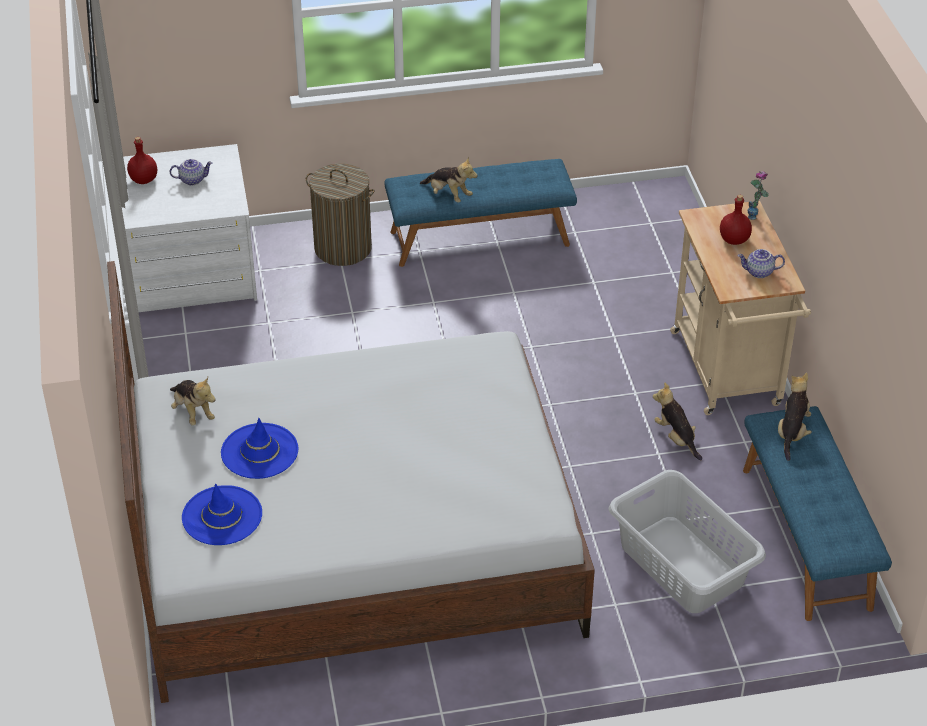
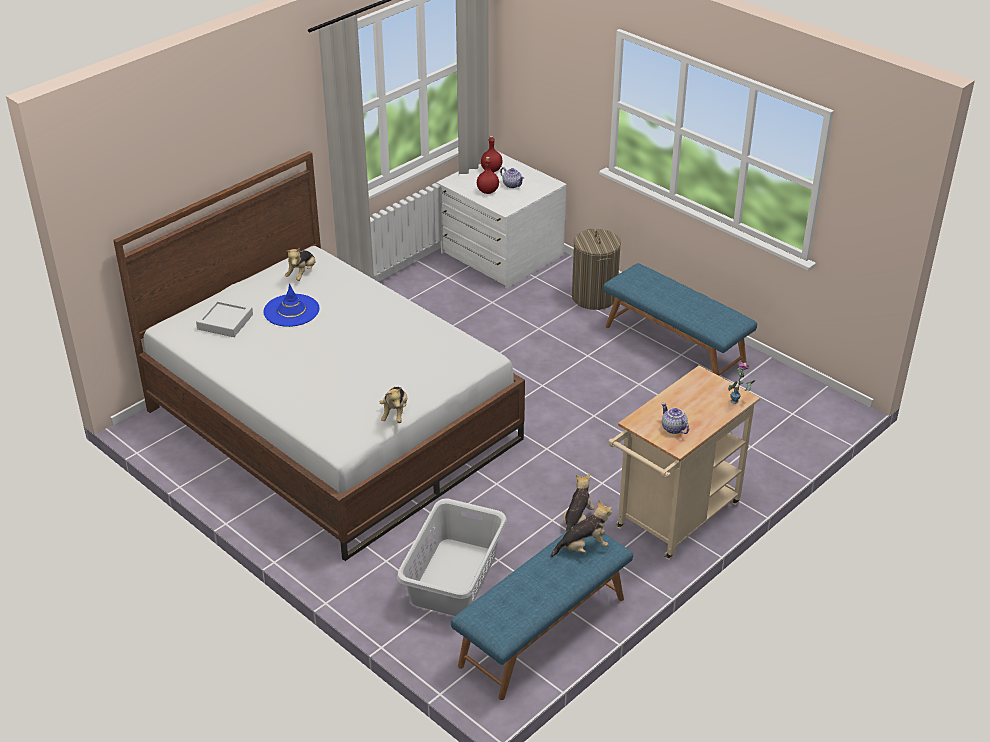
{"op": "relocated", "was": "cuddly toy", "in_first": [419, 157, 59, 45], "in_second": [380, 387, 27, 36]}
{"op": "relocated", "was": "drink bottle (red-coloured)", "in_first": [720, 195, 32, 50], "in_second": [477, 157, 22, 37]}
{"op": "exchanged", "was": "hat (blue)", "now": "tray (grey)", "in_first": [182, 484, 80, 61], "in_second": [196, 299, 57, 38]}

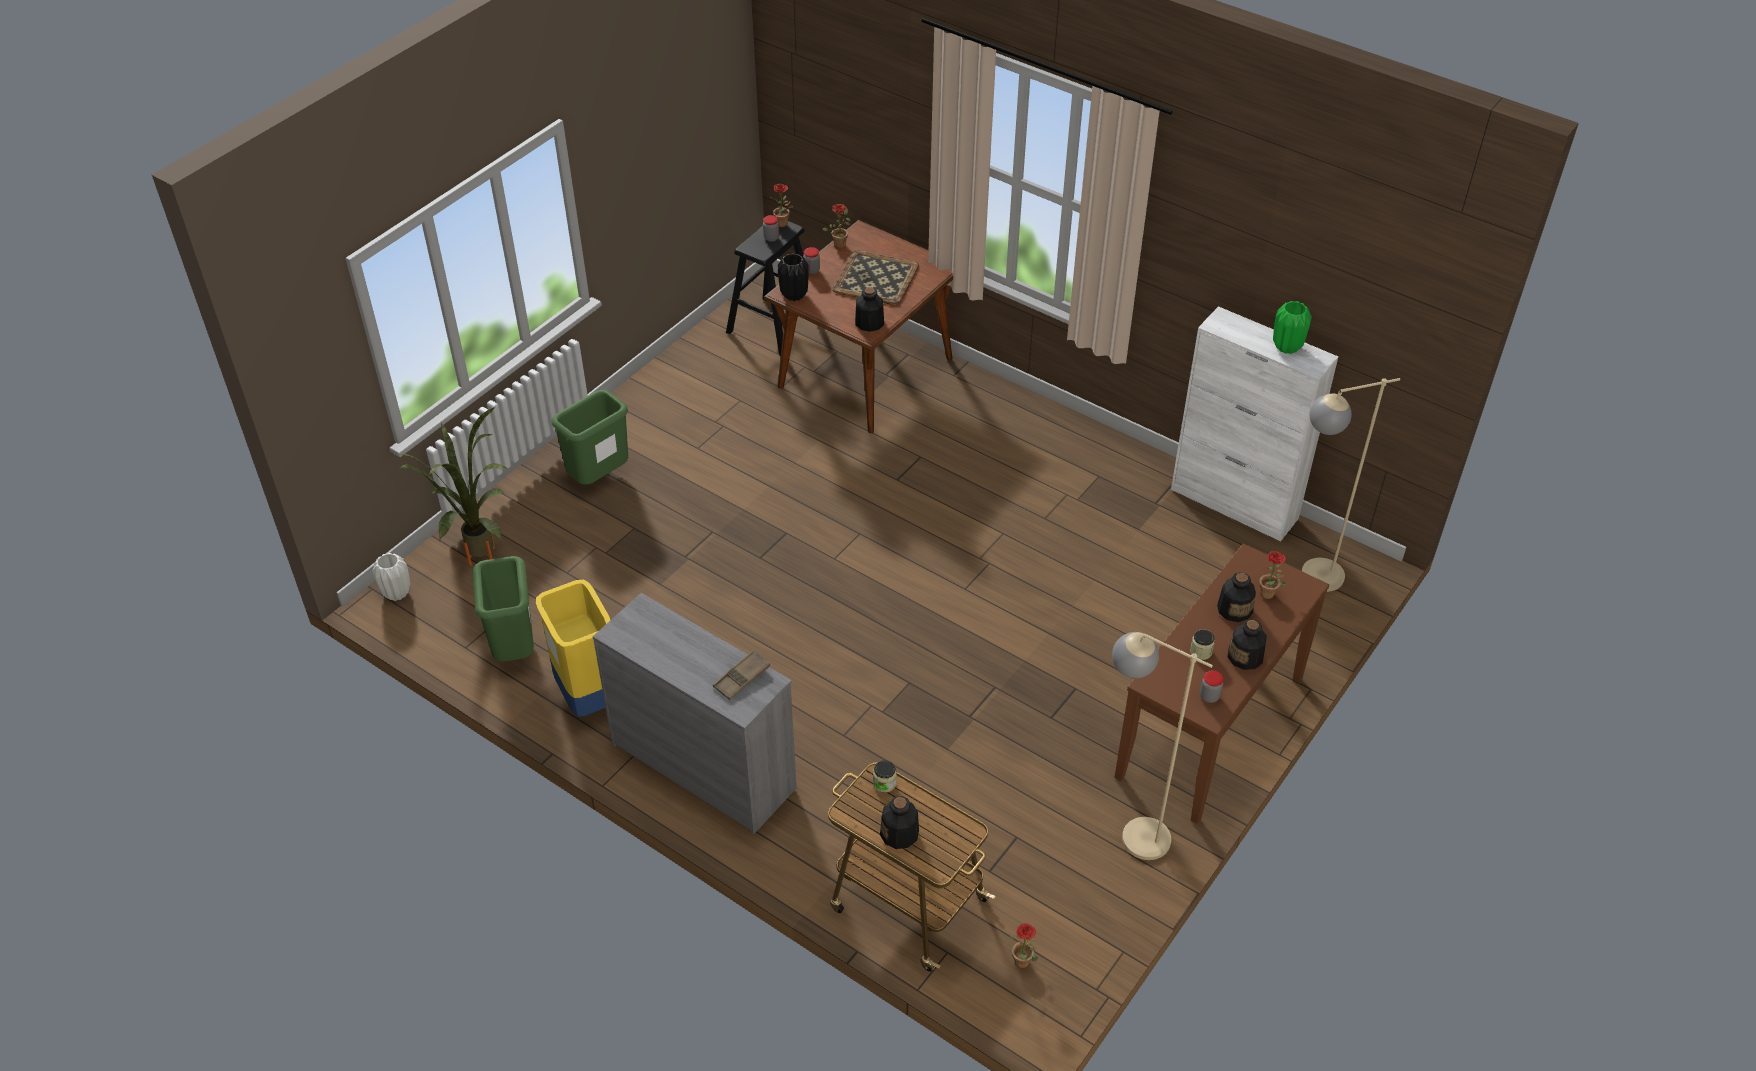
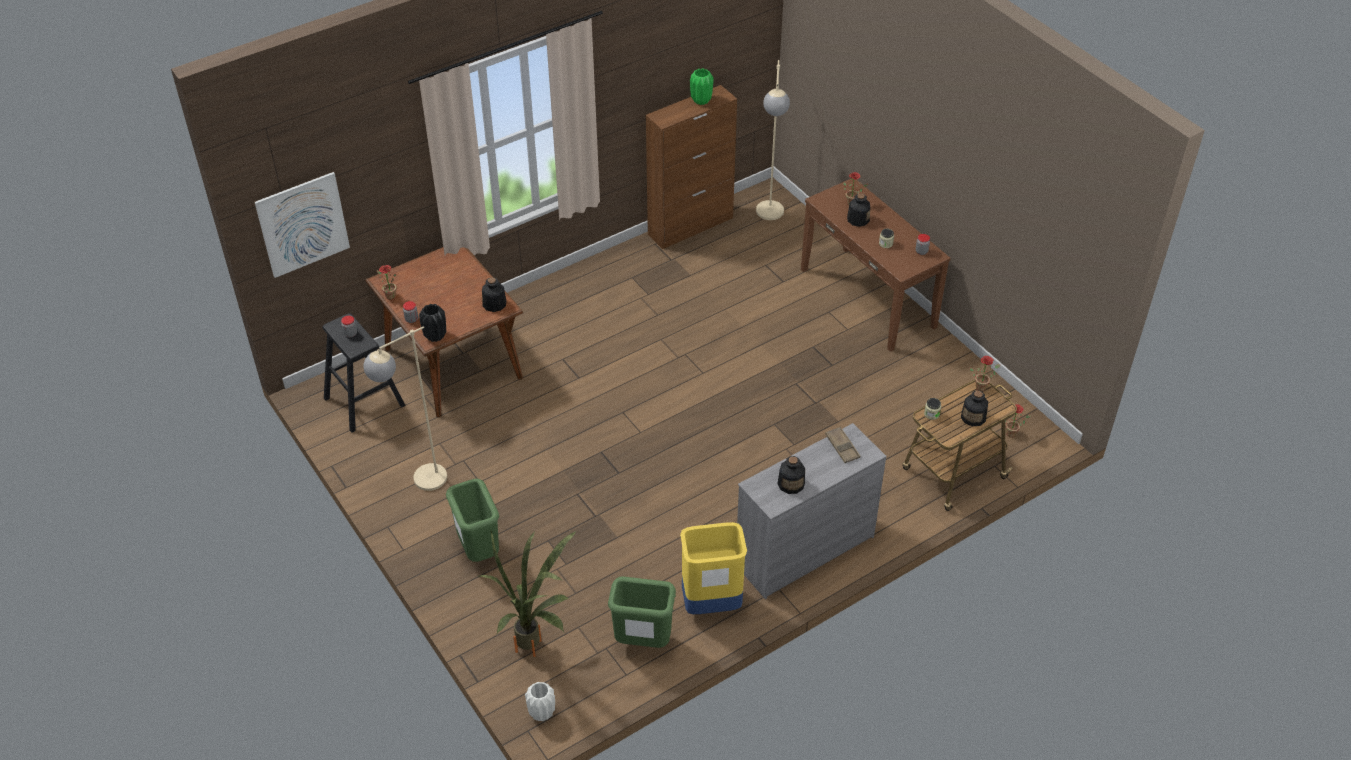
{"op": "relocated", "was": "plant in a pot", "in_first": [771, 184, 22, 43], "in_second": [970, 356, 30, 35]}
{"op": "missing", "was": "tray", "in_first": [832, 250, 87, 55]}
{"op": "colour", "was": "cabinet (white-coloured)", "now": "cabinet (brown)", "in_first": [1171, 306, 167, 235], "in_second": [646, 85, 91, 164]}
{"op": "relocated", "was": "drink bottle", "in_first": [1227, 619, 40, 51], "in_second": [778, 456, 27, 38]}
{"op": "relocated", "was": "floor lamp (beige-coloured)", "in_first": [1112, 632, 101, 228], "in_second": [364, 326, 83, 165]}
{"op": "appeared", "now": "wall art", "in_second": [255, 172, 95, 106]}

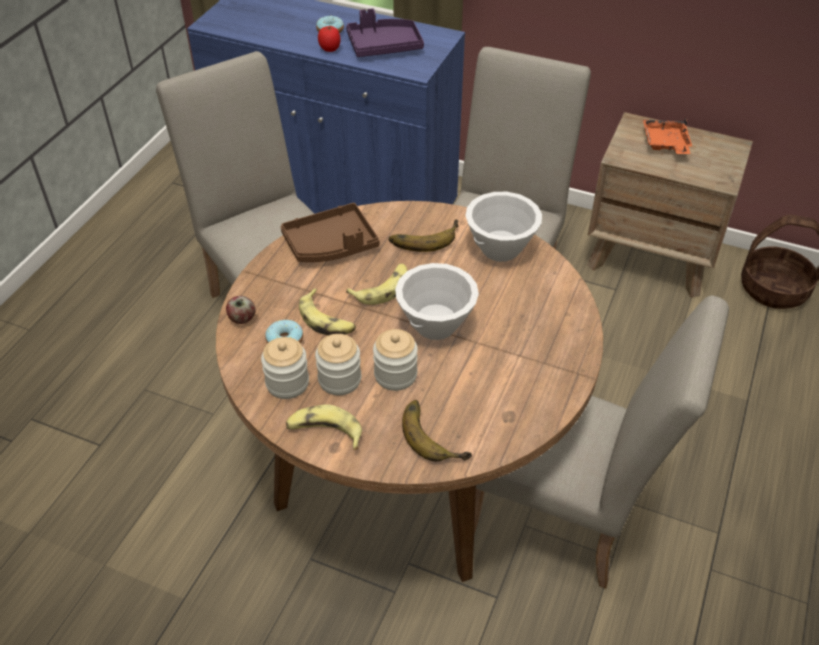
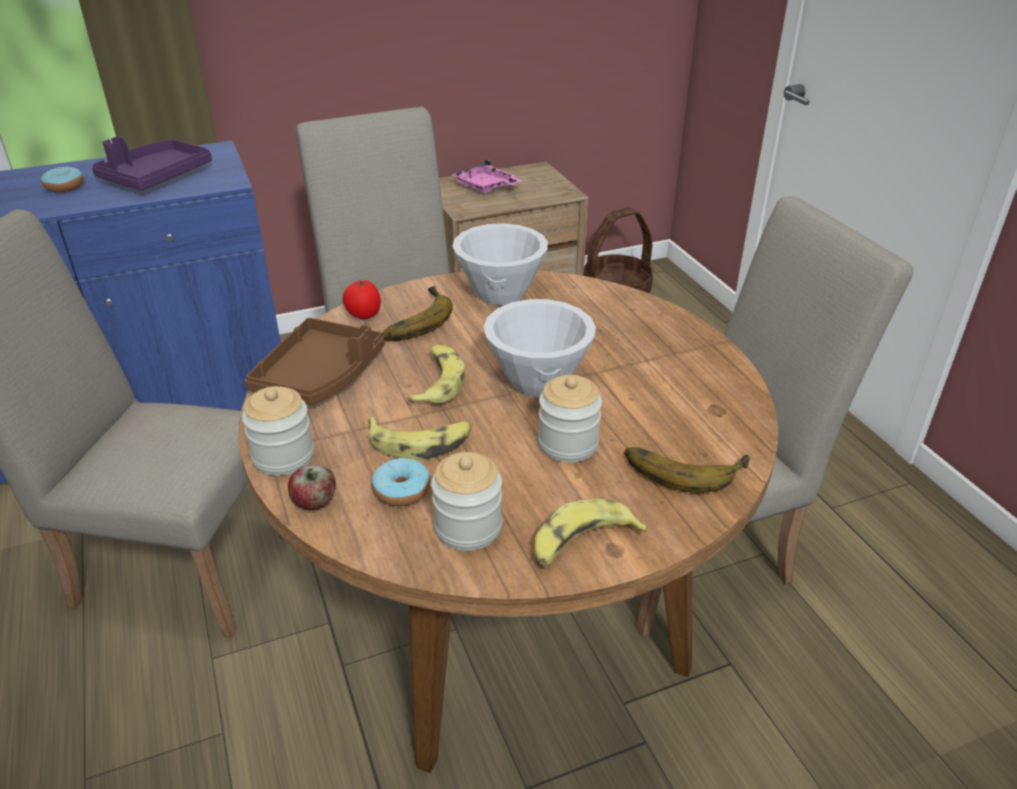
{"op": "relocated", "was": "whole tomato", "in_first": [318, 26, 22, 26], "in_second": [343, 280, 38, 39]}
{"op": "colour", "was": "tray (orange-coloured)", "now": "tray (pink-coloured)", "in_first": [643, 118, 49, 36], "in_second": [451, 159, 71, 34]}
{"op": "relocated", "was": "preserve jar", "in_first": [315, 334, 46, 61], "in_second": [242, 386, 72, 90]}

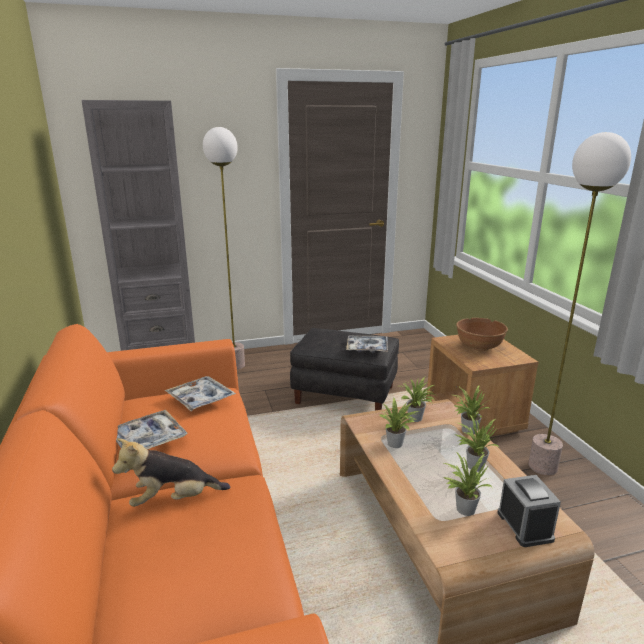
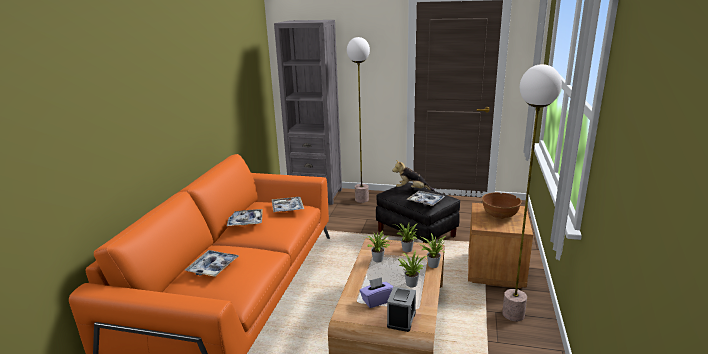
{"op": "relocated", "was": "cuddly toy", "in_first": [112, 438, 118, 69], "in_second": [392, 160, 43, 31]}
{"op": "exchanged", "was": "plant in a pot", "now": "tissue box (purple)", "in_first": [443, 452, 50, 64], "in_second": [359, 277, 35, 31]}
{"op": "appeared", "now": "tray", "in_second": [184, 250, 55, 27]}

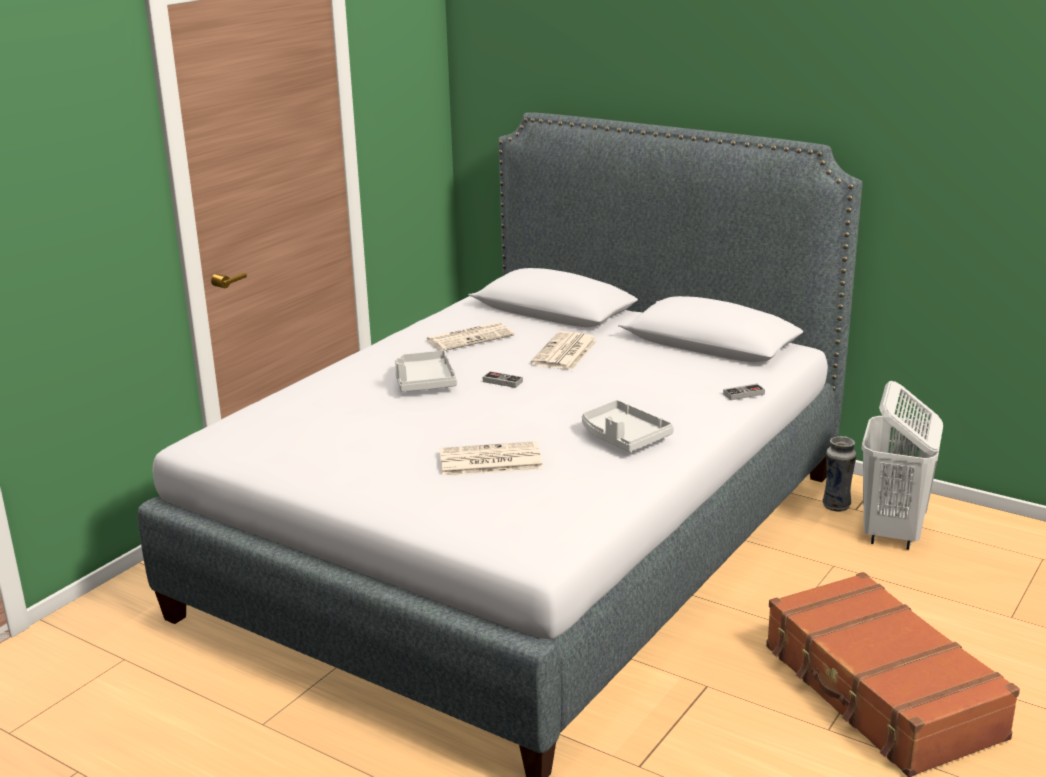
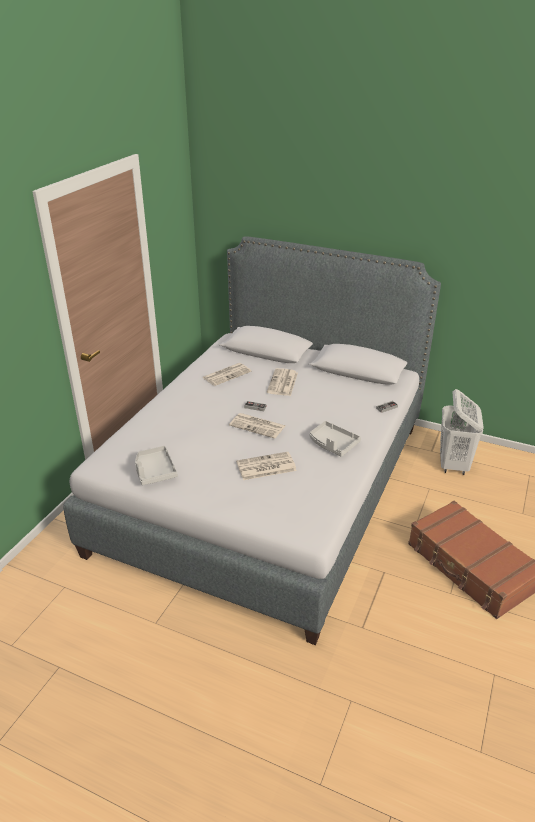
{"op": "relocated", "was": "tray (grey)", "in_first": [395, 350, 62, 42], "in_second": [135, 446, 43, 39]}
{"op": "missing", "was": "decorative vase", "in_first": [822, 436, 34, 76]}
{"op": "appeared", "now": "printed paper", "in_second": [229, 413, 56, 26]}

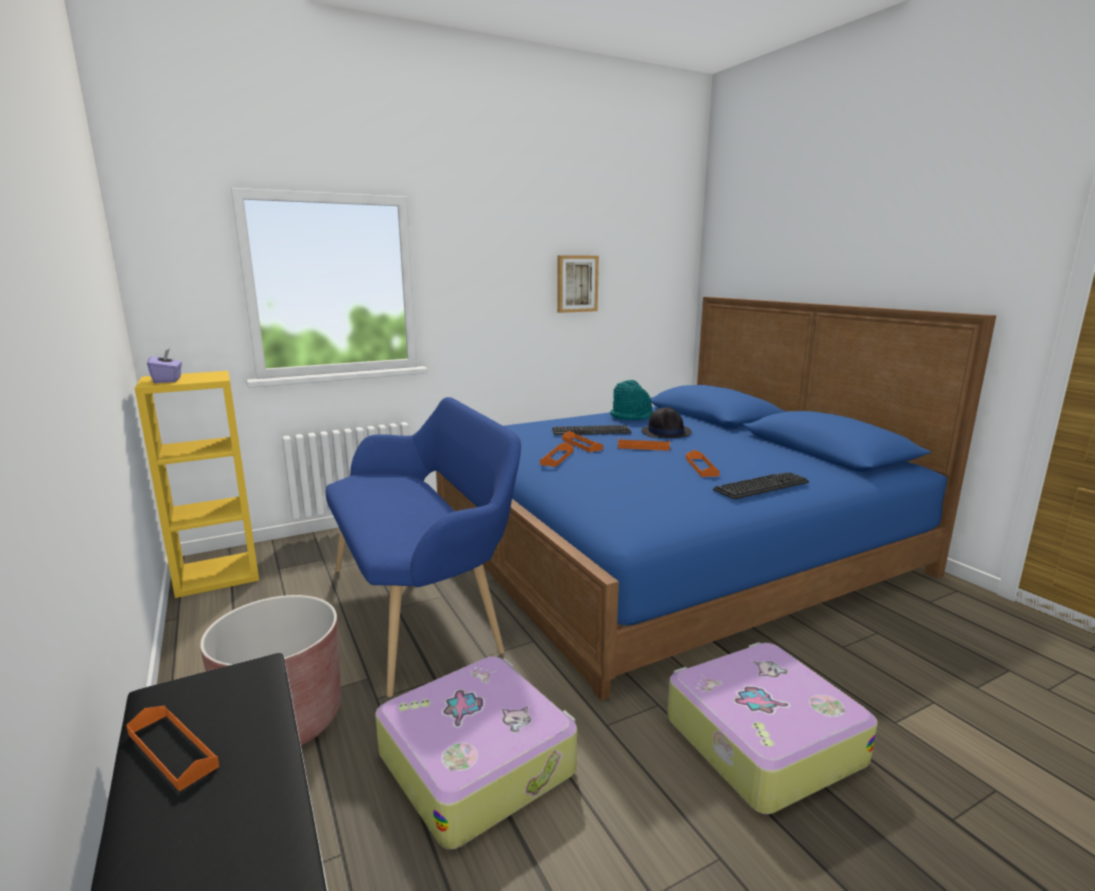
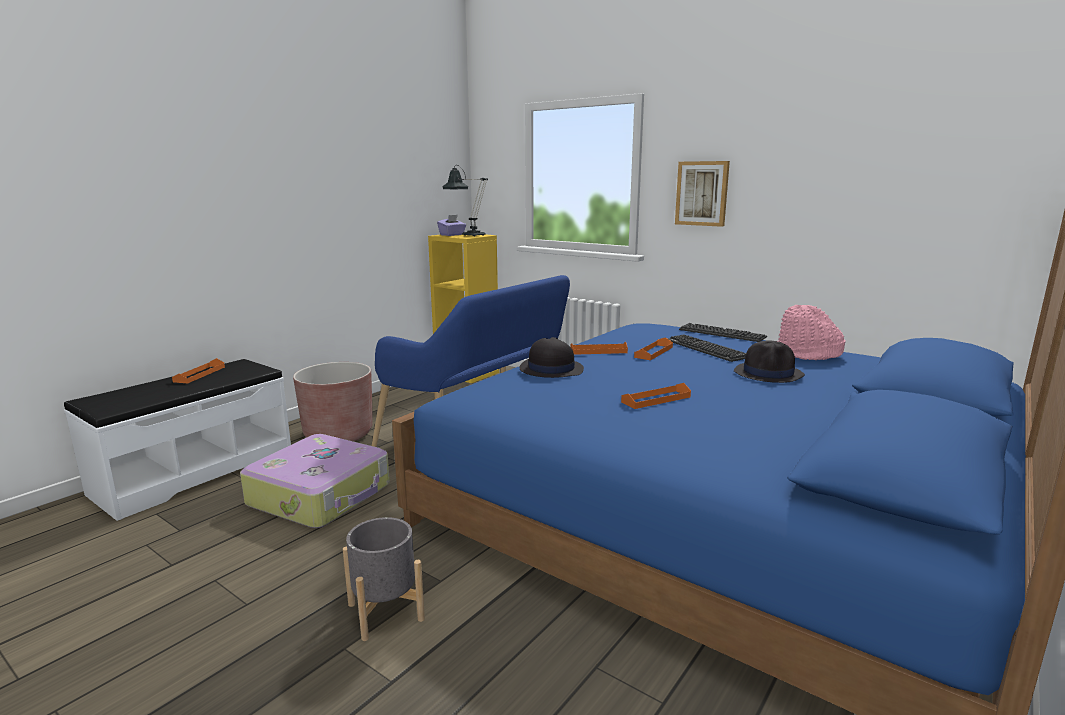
{"op": "relocated", "was": "wall art", "in_first": [557, 255, 42, 58], "in_second": [675, 161, 55, 66]}
{"op": "colour", "was": "hat (turquoise-coloured)", "now": "hat (pink-coloured)", "in_first": [610, 380, 43, 40], "in_second": [778, 305, 68, 55]}
{"op": "missing", "was": "tray (orange-coloured)", "in_first": [618, 438, 52, 13]}
{"op": "relocated", "was": "PC keyboard", "in_first": [713, 472, 96, 28], "in_second": [679, 323, 88, 19]}
{"op": "exchanged", "was": "piece of luggage", "now": "flower pot (grey)", "in_first": [667, 642, 211, 172], "in_second": [343, 517, 82, 124]}
{"op": "appeared", "now": "tabletop lamp", "in_second": [442, 165, 46, 72]}
{"op": "appeared", "now": "hat (black-coloured)", "in_second": [519, 337, 65, 41]}

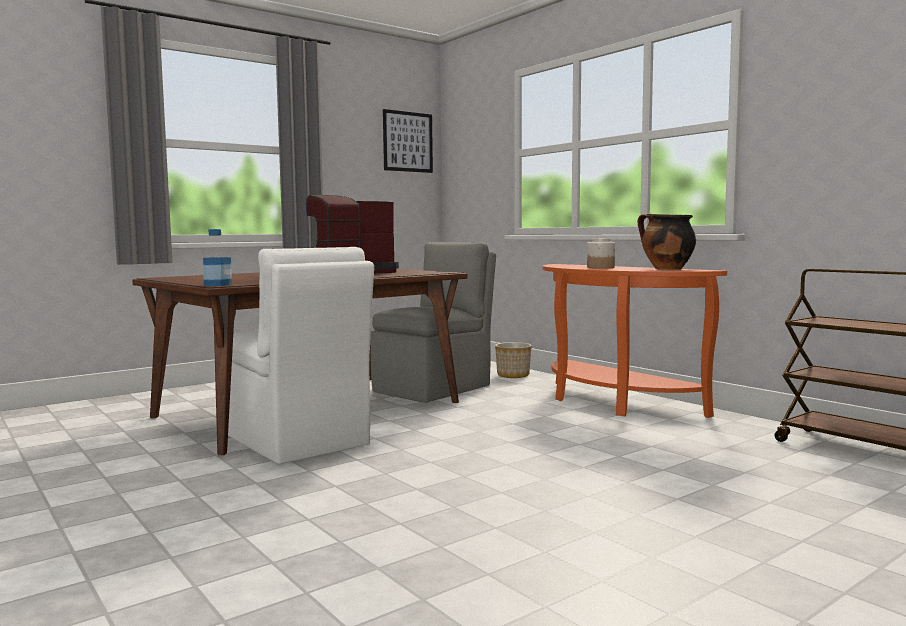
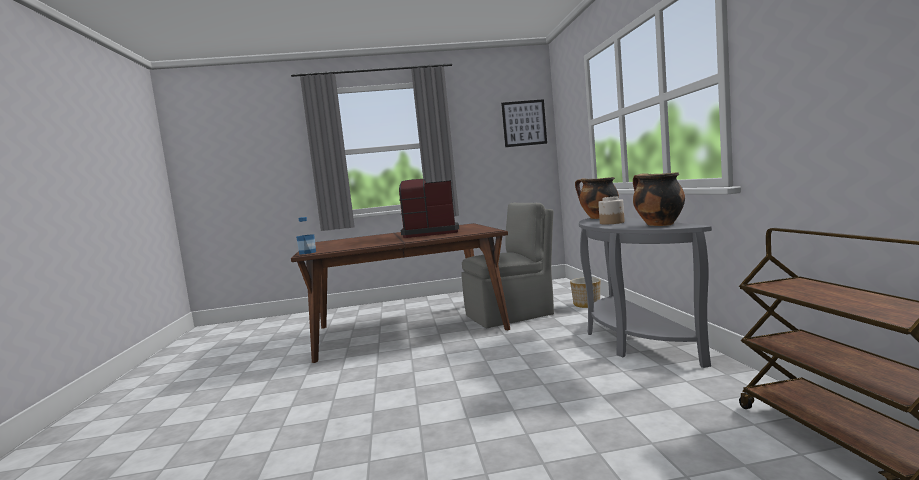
{"op": "missing", "was": "upright chair (white-coloured)", "in_first": [228, 247, 146, 217]}
{"op": "colour", "was": "hall table (orange-coloured)", "now": "hall table (grey)", "in_first": [542, 264, 185, 154], "in_second": [579, 217, 133, 151]}
{"op": "appeared", "now": "cooking pot", "in_second": [575, 177, 44, 42]}

